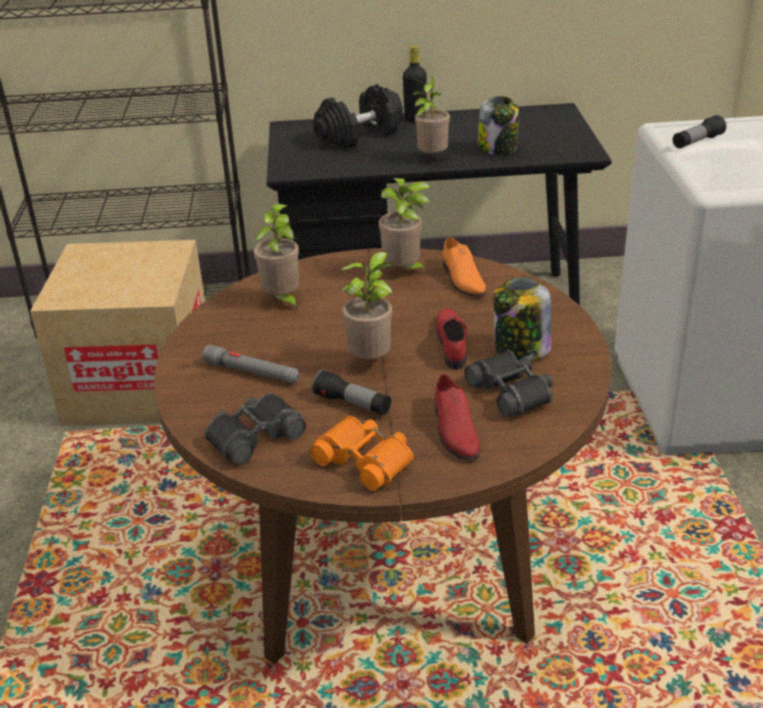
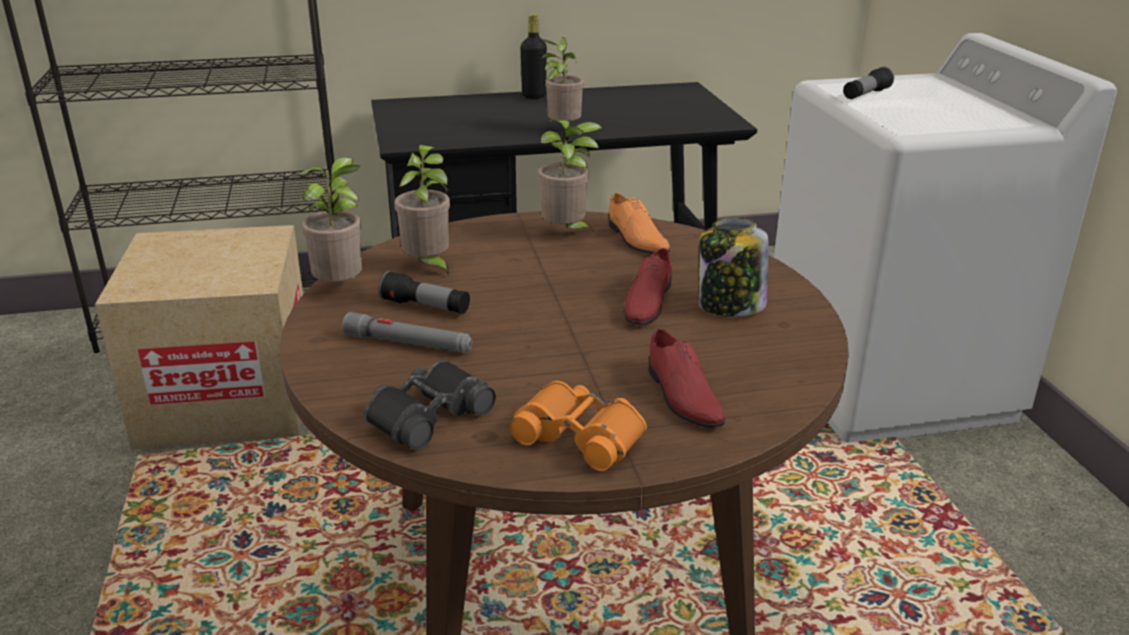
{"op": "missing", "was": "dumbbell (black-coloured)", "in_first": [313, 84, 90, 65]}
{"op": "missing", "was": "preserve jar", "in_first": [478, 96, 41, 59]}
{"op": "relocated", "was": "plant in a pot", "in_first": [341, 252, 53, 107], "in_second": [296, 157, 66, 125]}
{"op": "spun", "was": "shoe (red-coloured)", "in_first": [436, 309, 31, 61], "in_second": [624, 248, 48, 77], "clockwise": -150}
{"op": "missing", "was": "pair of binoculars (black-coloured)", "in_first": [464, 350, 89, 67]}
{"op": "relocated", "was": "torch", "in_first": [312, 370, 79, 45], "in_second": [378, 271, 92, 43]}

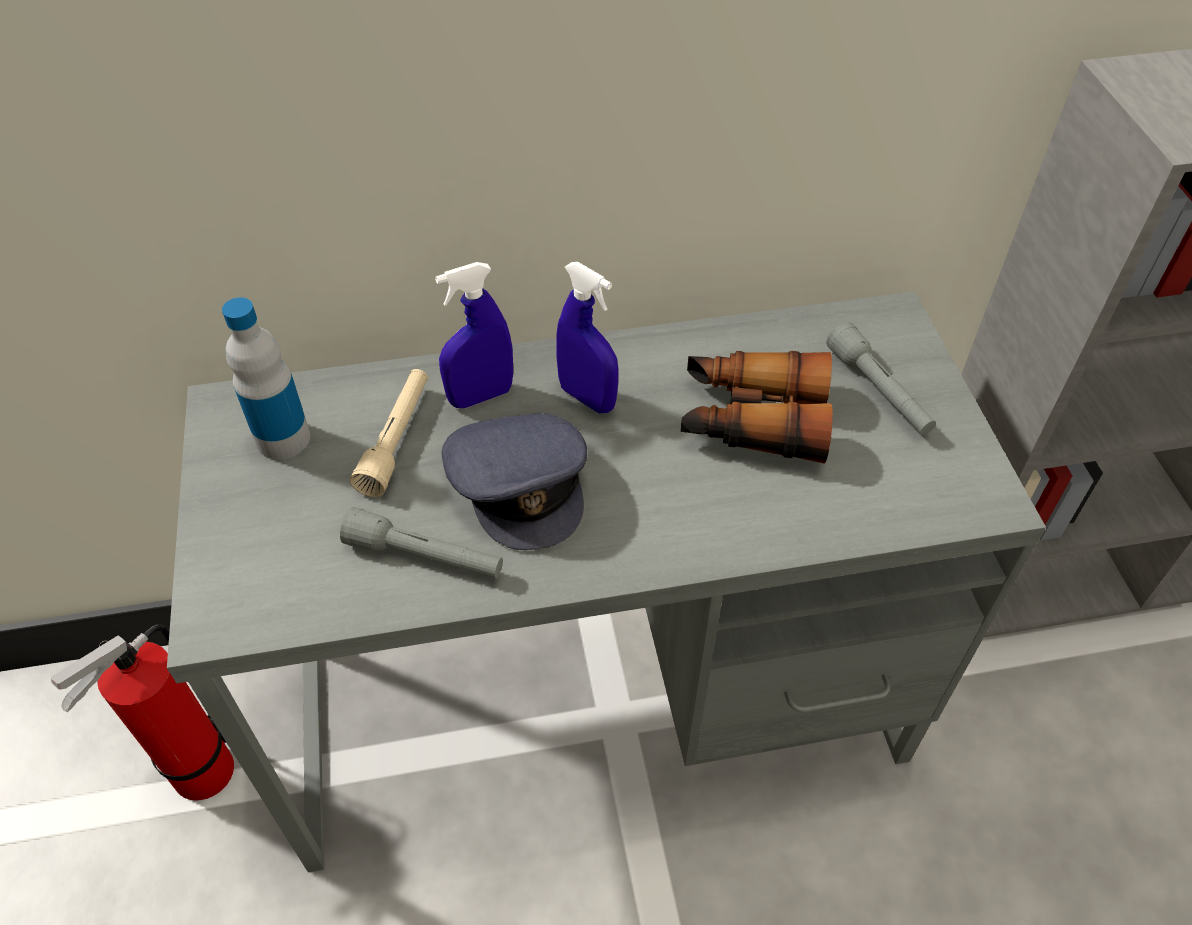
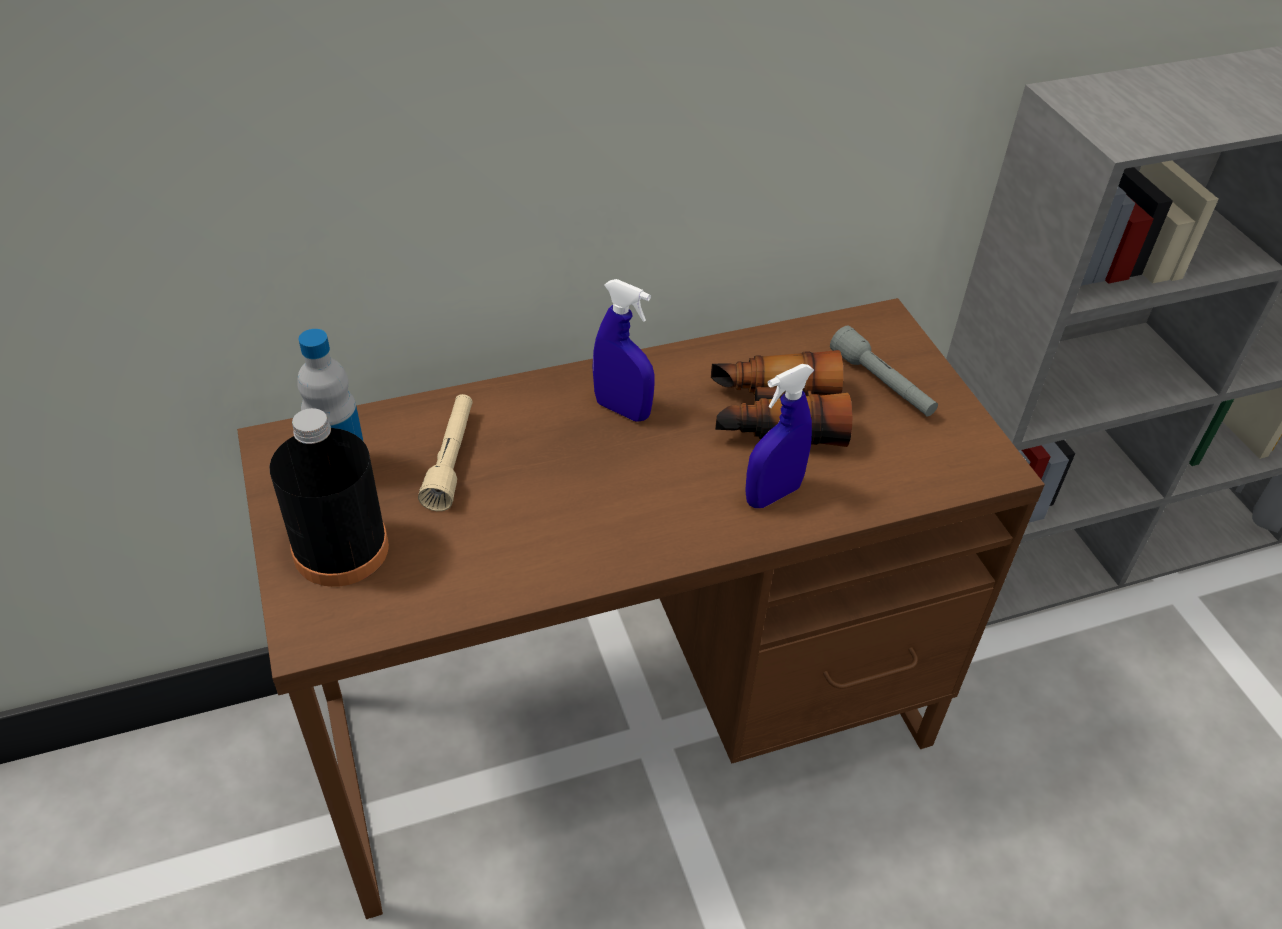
{"op": "relocated", "was": "sprayer (blue)", "in_first": [435, 262, 78, 146], "in_second": [745, 364, 69, 144]}
{"op": "colour", "was": "desk table (grey)", "now": "desk table (brown)", "in_first": [167, 291, 879, 581], "in_second": [237, 298, 808, 621]}
{"op": "missing", "was": "baseball cap (grey)", "in_first": [441, 413, 146, 137]}
{"op": "missing", "was": "torch (grey)", "in_first": [340, 507, 163, 71]}
{"op": "missing", "was": "extinguisher", "in_first": [51, 624, 183, 176]}
{"op": "appeared", "now": "drink bottle (black-coloured)", "in_second": [269, 408, 120, 179]}

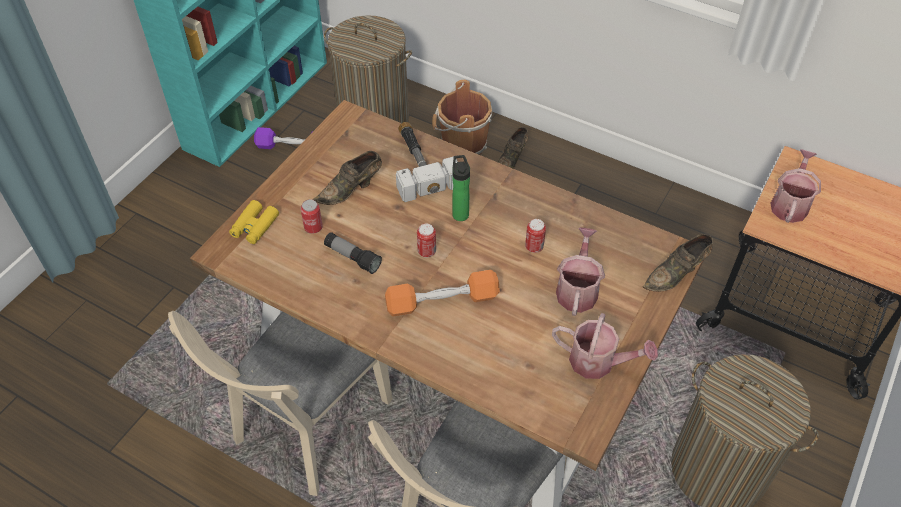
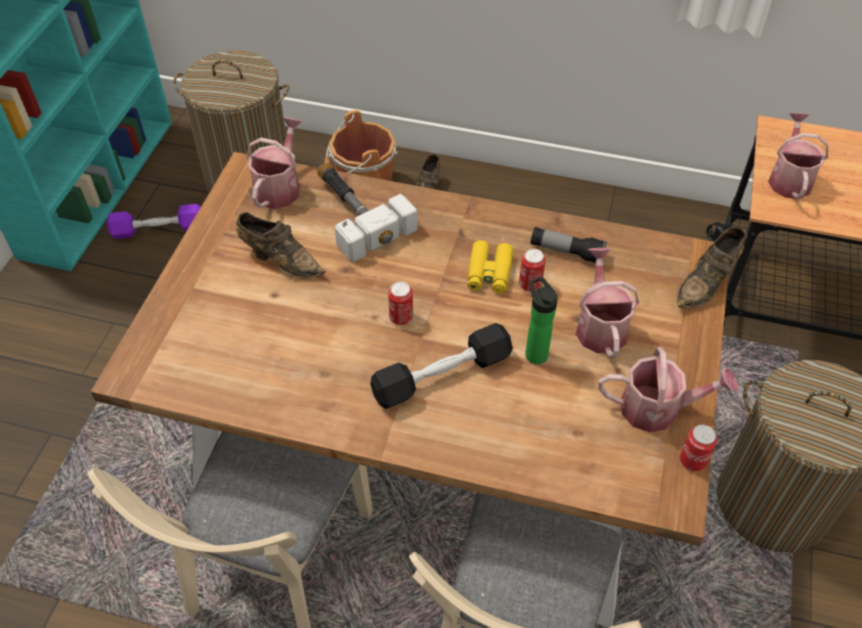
{"op": "spun", "was": "shoe (brown)", "in_first": [313, 151, 69, 54], "in_second": [236, 212, 90, 67], "clockwise": -105}
{"op": "relocated", "was": "drink bottle", "in_first": [452, 155, 18, 66], "in_second": [525, 277, 33, 87]}
{"op": "relocated", "was": "metal can", "in_first": [301, 199, 22, 35], "in_second": [680, 424, 37, 47]}
{"op": "relocated", "was": "pair of binoculars (yellowish)", "in_first": [229, 200, 50, 44], "in_second": [467, 240, 47, 54]}
{"op": "relocated", "was": "torch", "in_first": [324, 232, 58, 42], "in_second": [531, 227, 76, 36]}
{"op": "colour", "was": "dumbbell (orange-coloured)", "now": "dumbbell (black-coloured)", "in_first": [385, 270, 115, 47], "in_second": [370, 323, 143, 86]}
{"op": "appeared", "now": "watering pot", "in_second": [247, 117, 56, 92]}

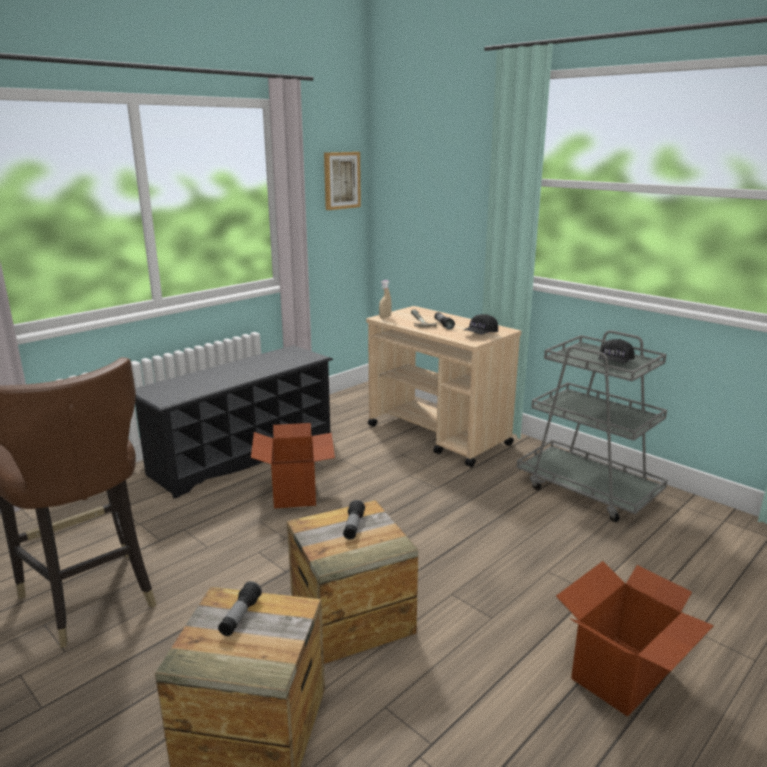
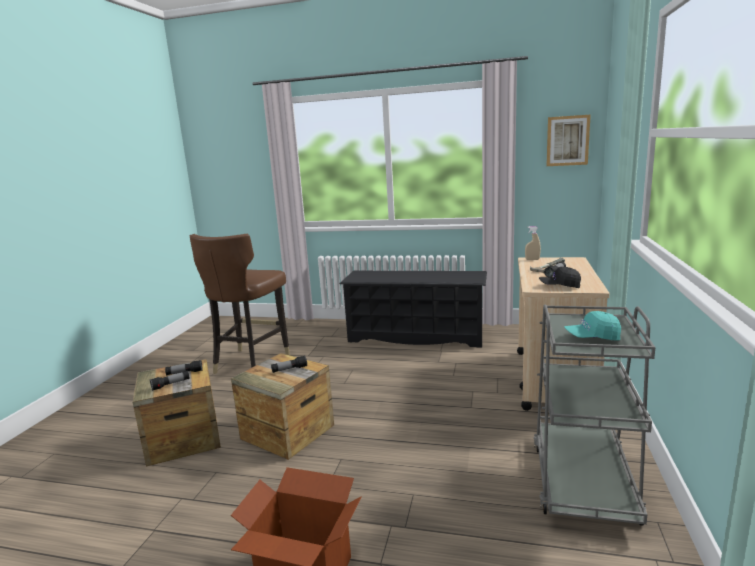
{"op": "colour", "was": "baseball cap (black-coloured)", "now": "baseball cap (turquoise-coloured)", "in_first": [598, 339, 37, 25], "in_second": [564, 311, 57, 30]}
{"op": "missing", "was": "carton", "in_first": [251, 423, 84, 86]}
{"op": "appeared", "now": "torch", "in_second": [150, 371, 40, 20]}

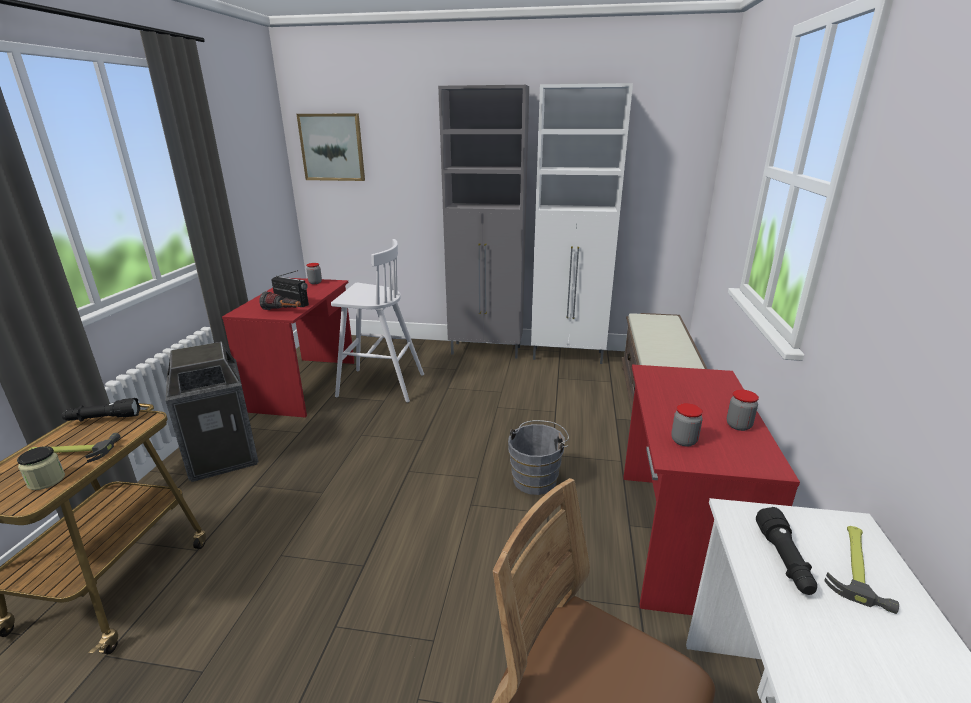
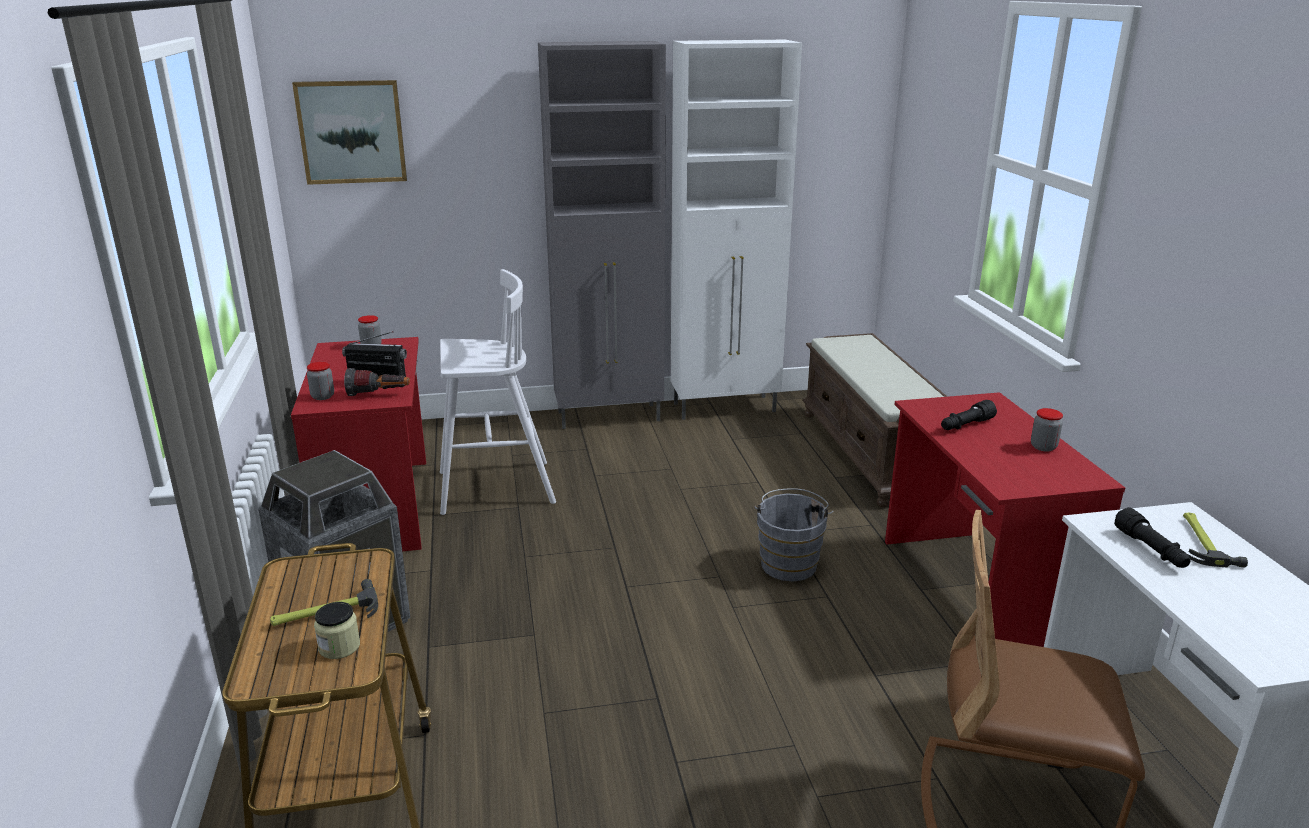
{"op": "relocated", "was": "torch (black-coloured)", "in_first": [62, 398, 78, 24], "in_second": [941, 400, 56, 30]}
{"op": "relocated", "was": "preserve jar", "in_first": [671, 403, 32, 44], "in_second": [307, 362, 27, 38]}

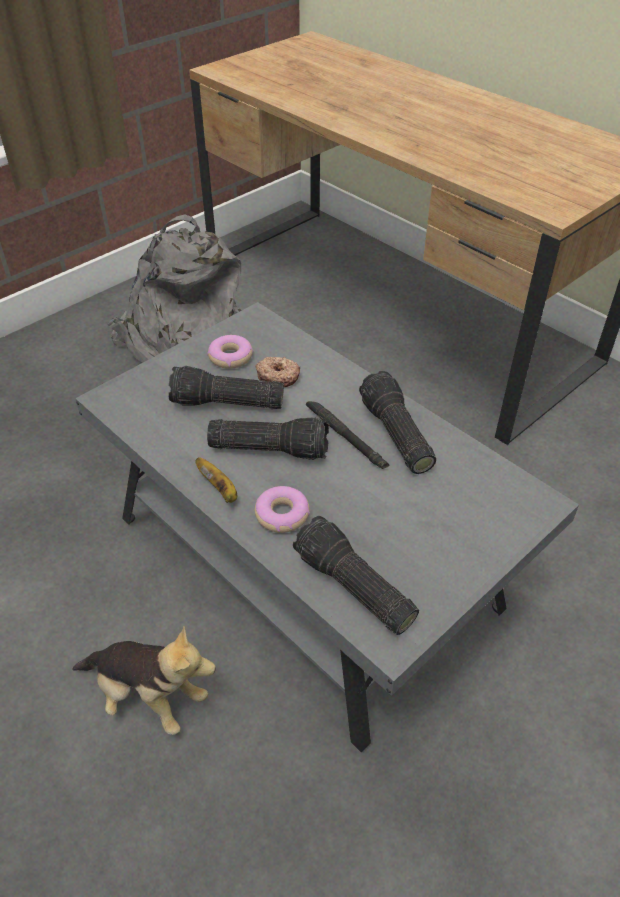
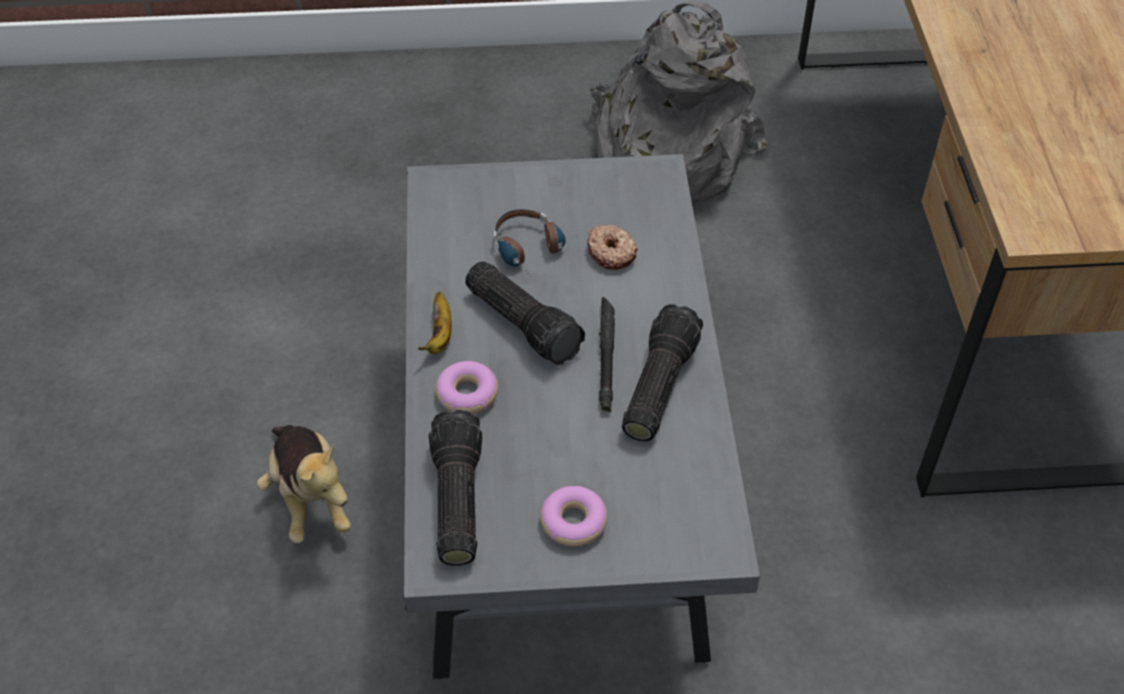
{"op": "relocated", "was": "ring doughnut", "in_first": [207, 335, 46, 34], "in_second": [540, 486, 68, 61]}
{"op": "exchanged", "was": "torch", "now": "headset", "in_first": [168, 366, 116, 43], "in_second": [494, 209, 72, 71]}

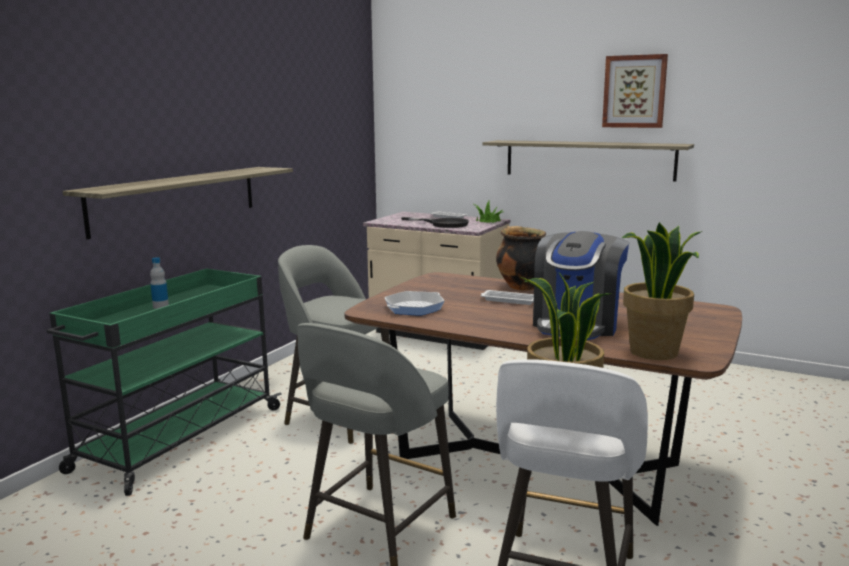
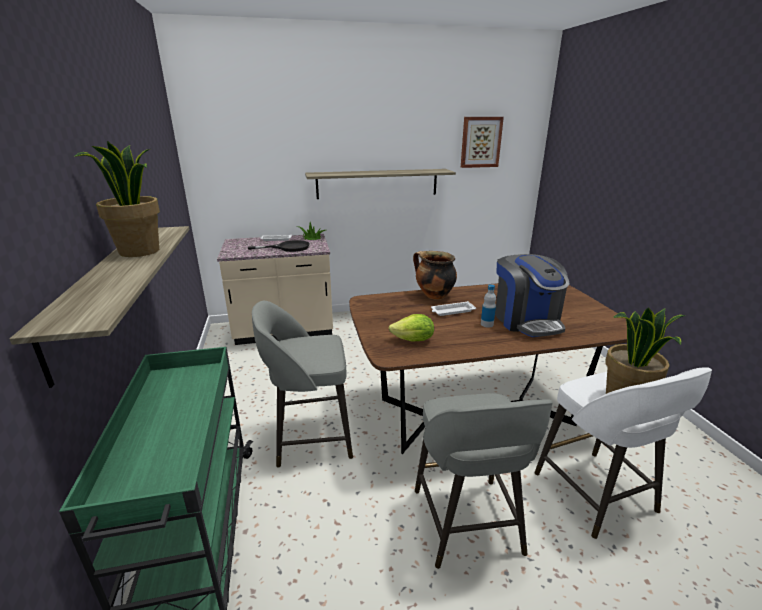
{"op": "relocated", "was": "wall art", "in_first": [602, 54, 66, 74], "in_second": [461, 117, 43, 51]}
{"op": "relocated", "was": "plant in a pot", "in_first": [622, 222, 80, 138], "in_second": [75, 141, 85, 116]}
{"op": "relocated", "was": "drink bottle", "in_first": [150, 257, 19, 52], "in_second": [481, 284, 15, 44]}
{"op": "exchanged", "was": "frying pan", "now": "head of lettuce", "in_first": [384, 291, 61, 25], "in_second": [389, 314, 45, 27]}

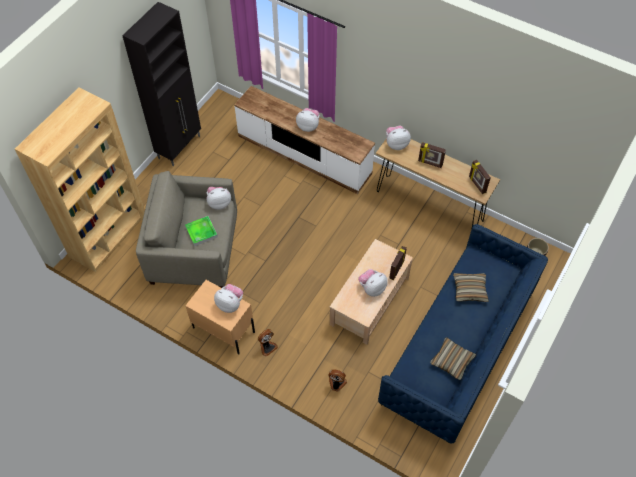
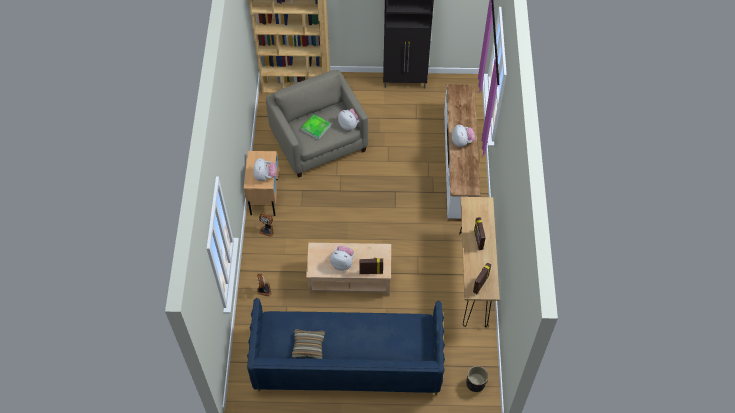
{"op": "missing", "was": "cuddly toy", "in_first": [386, 125, 25, 25]}
{"op": "missing", "was": "pillow", "in_first": [453, 273, 36, 29]}

